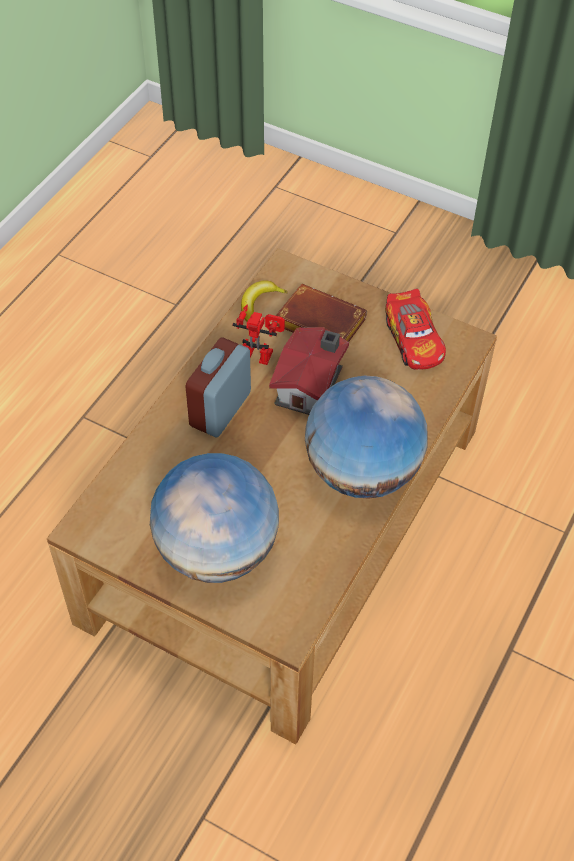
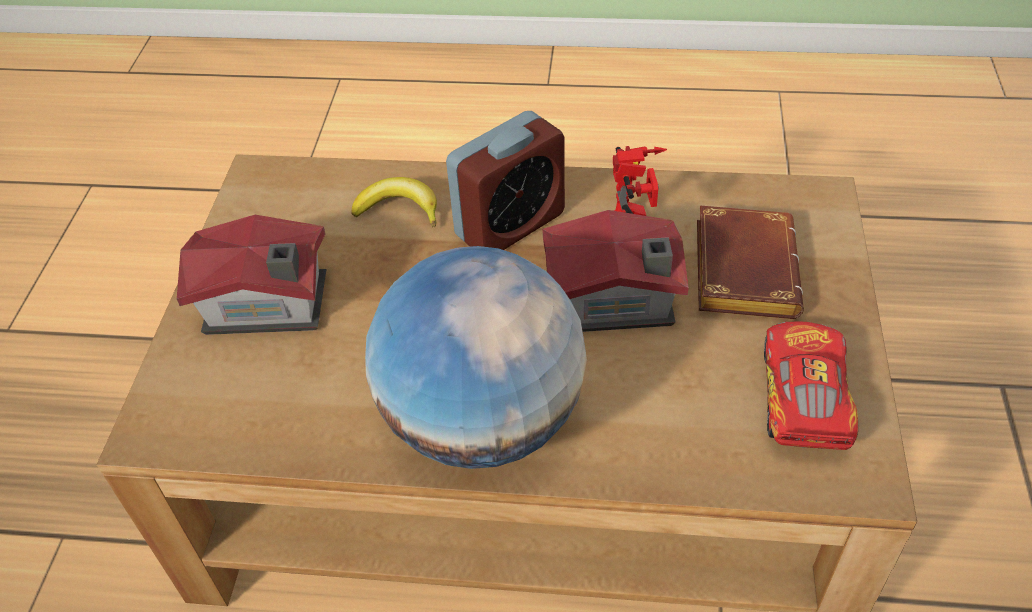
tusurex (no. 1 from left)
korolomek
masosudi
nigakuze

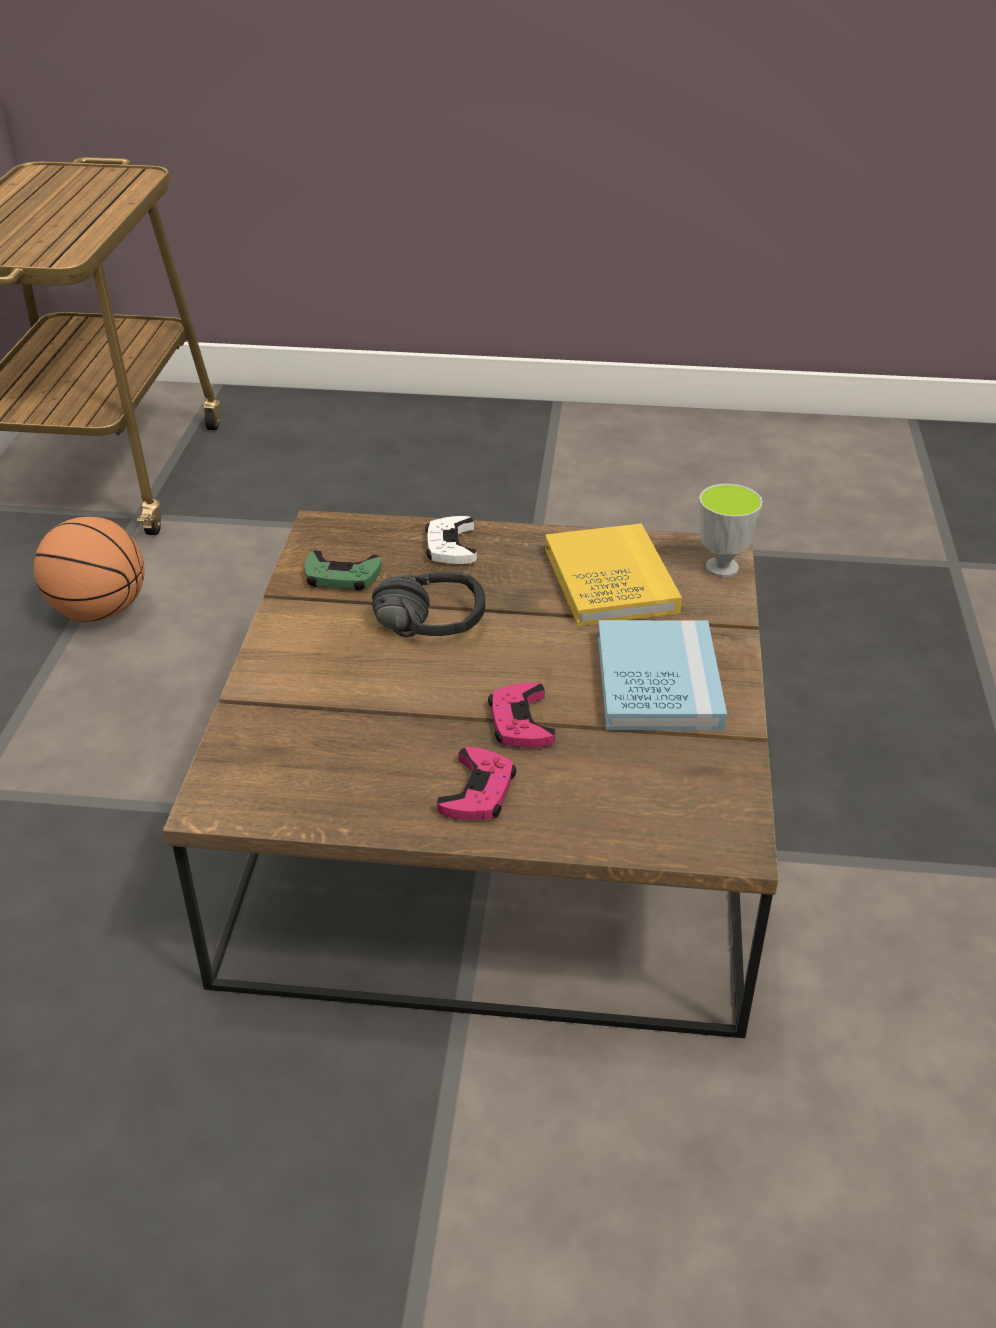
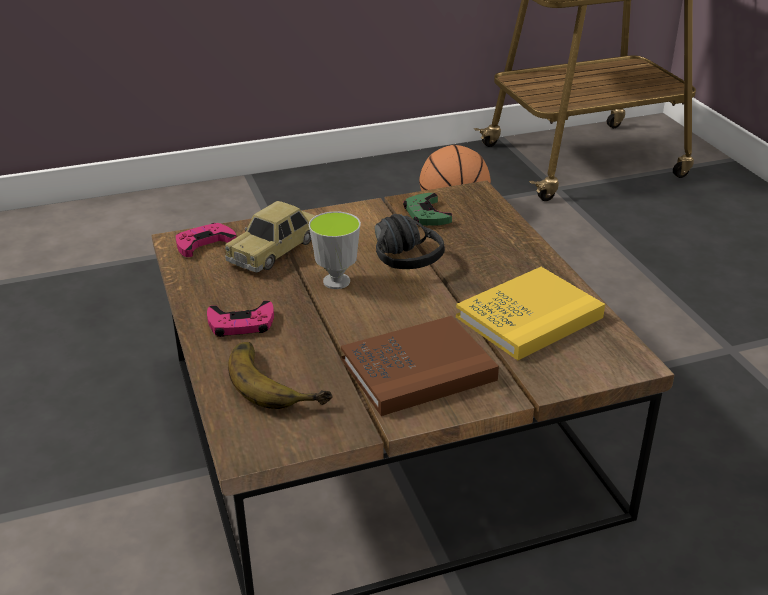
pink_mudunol (no. 1 from left)
nigakuze
korolomek
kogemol
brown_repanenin
white_mudunol

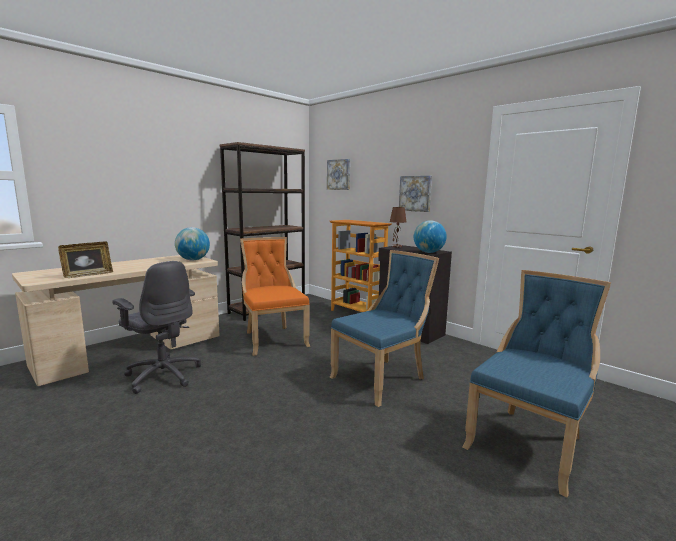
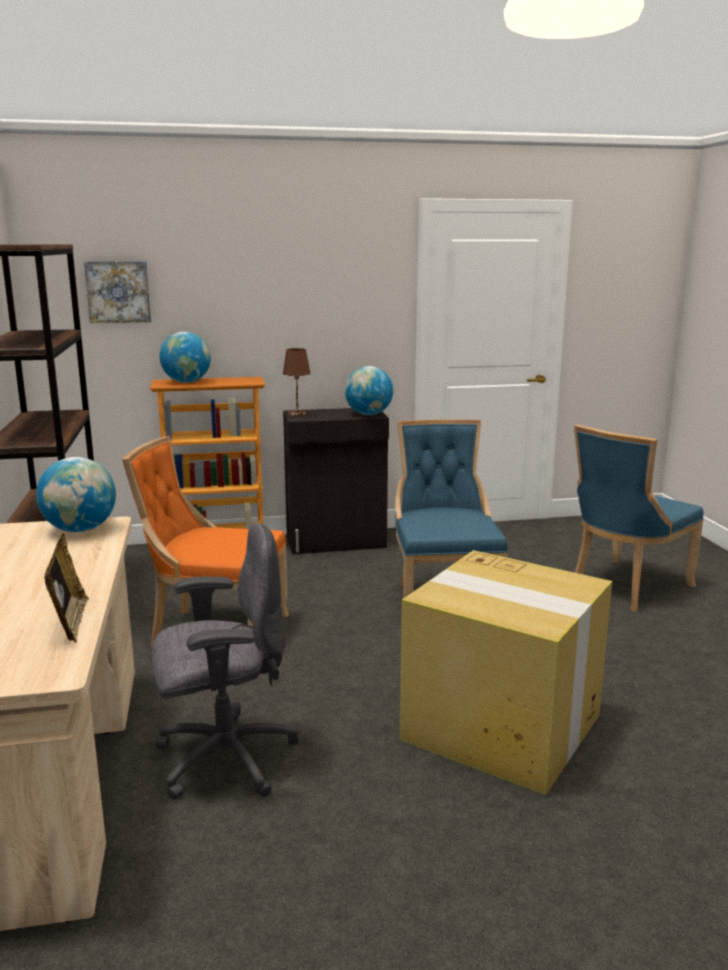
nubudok (no. 2 from left)
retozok
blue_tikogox (no. 2 from left)
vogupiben (no. 2 from left in the first image)

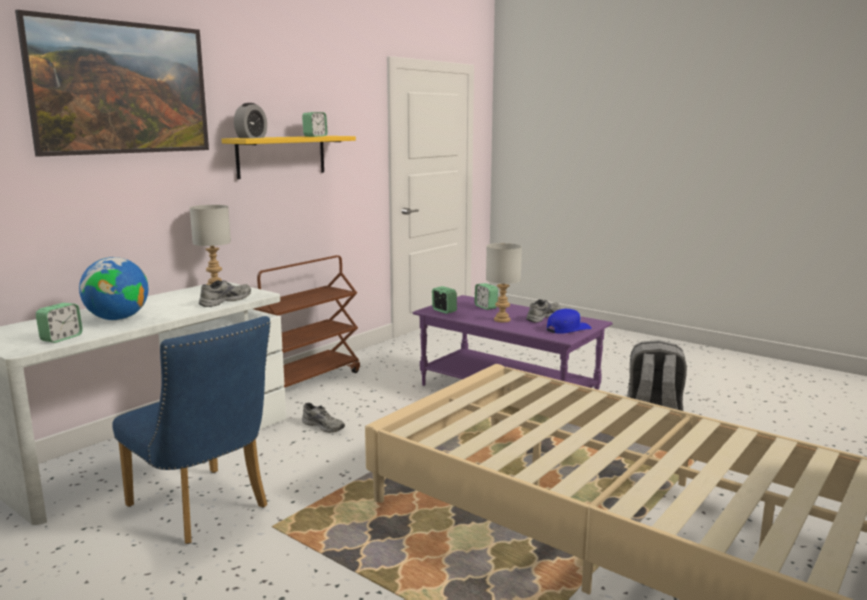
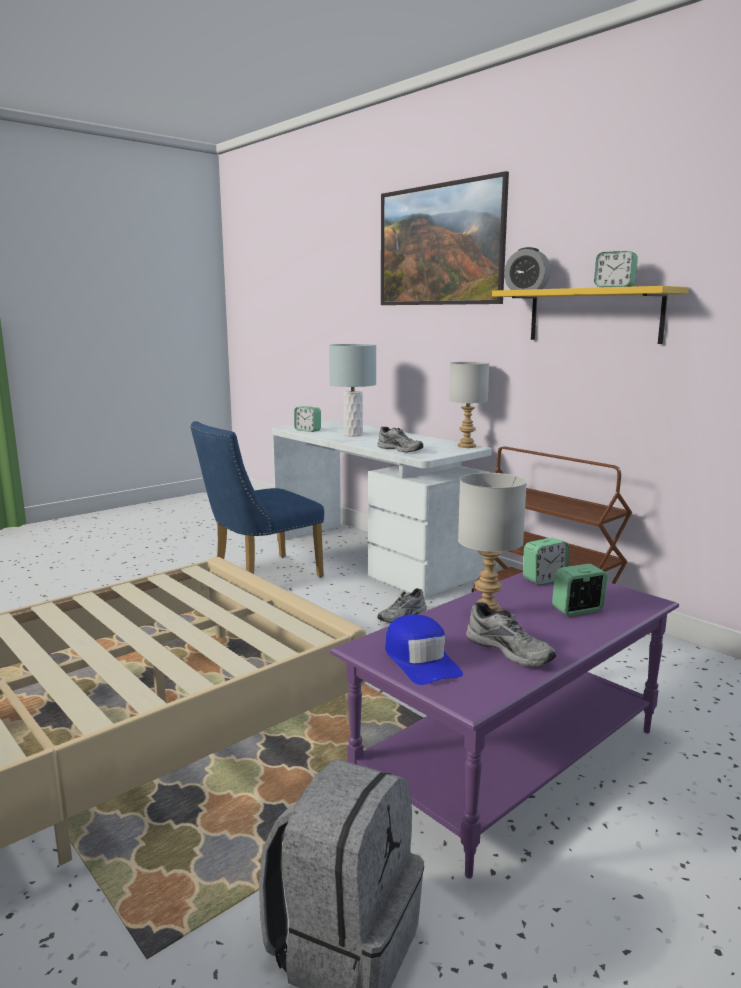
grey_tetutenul (no. 1 from left)

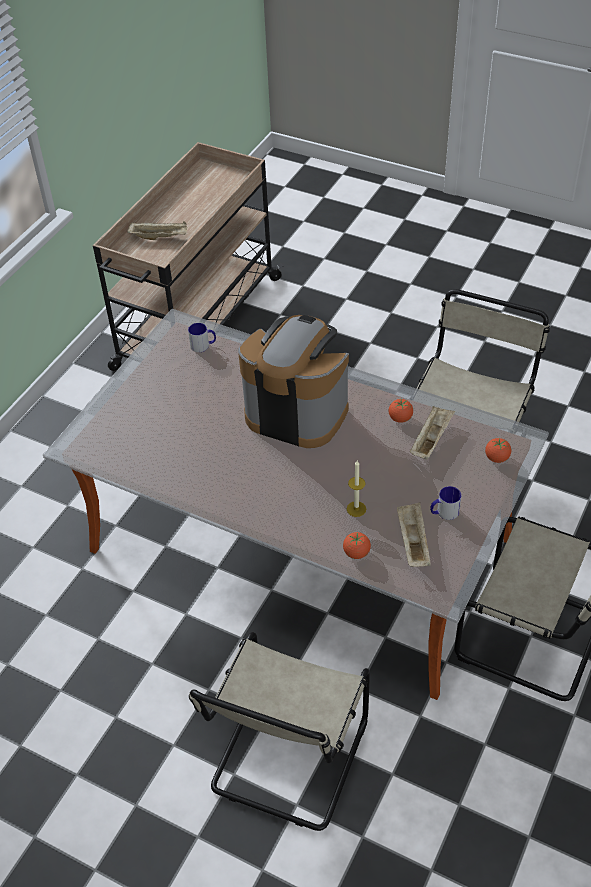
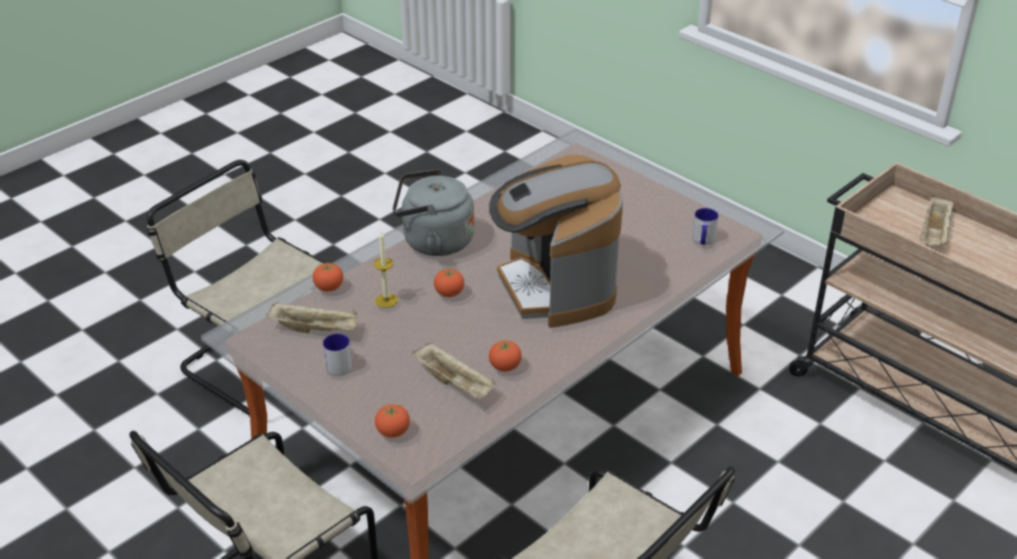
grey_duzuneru
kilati (no. 3 from left)
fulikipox

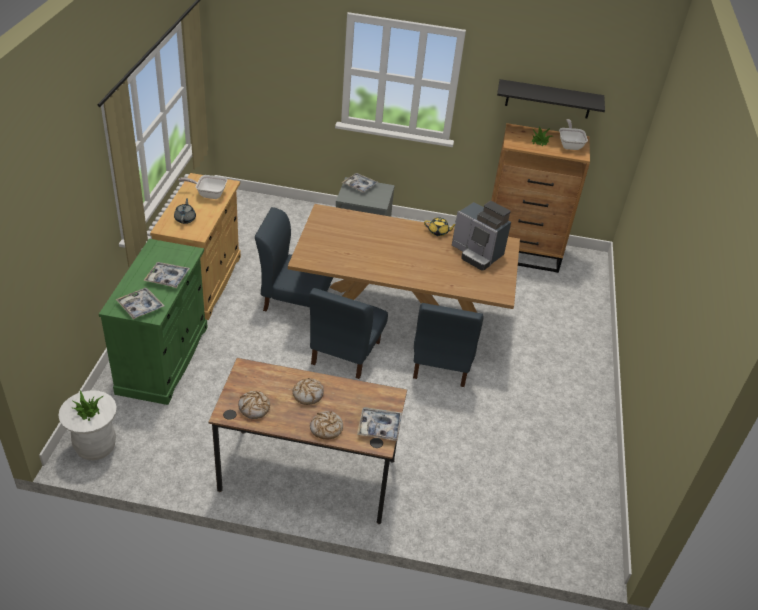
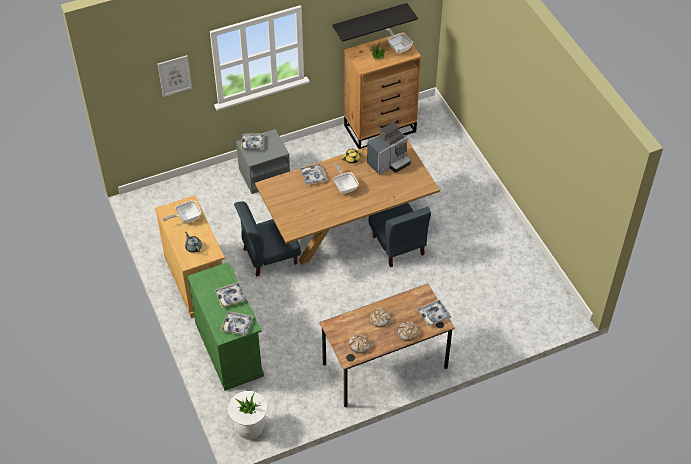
vogupiben
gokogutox (no. 4 from left)
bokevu (no. 2 from left)
fulikipox
blue_tikogox (no. 2 from left in the first image)

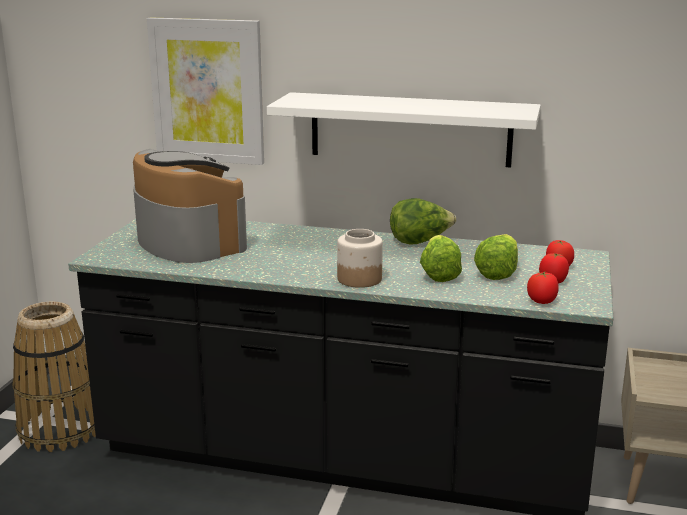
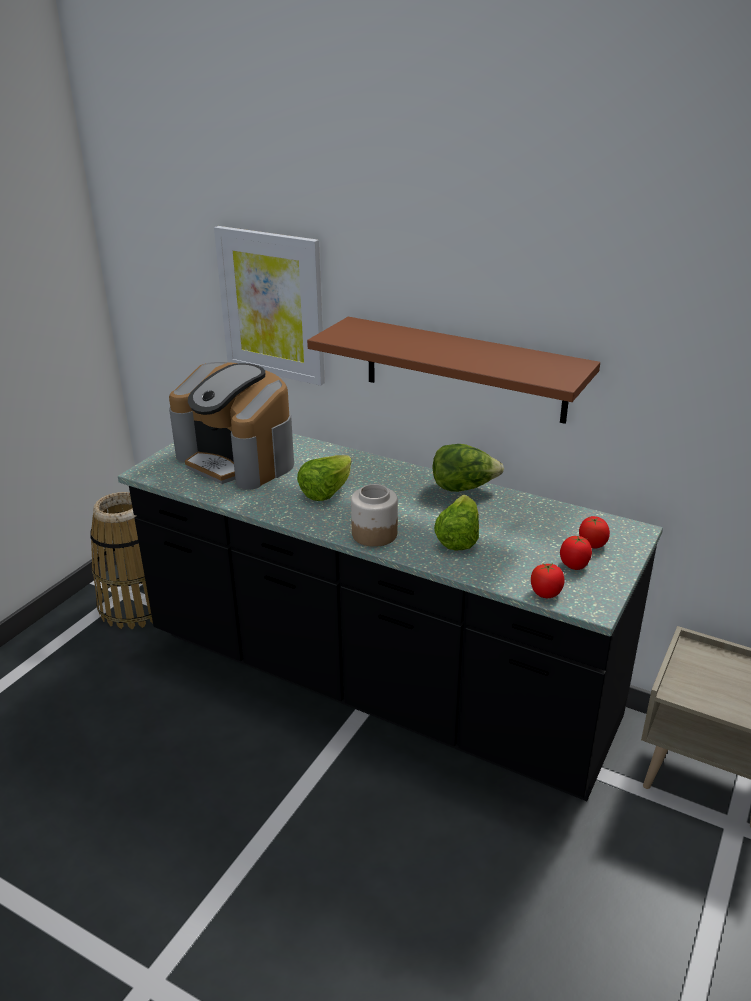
fulikipox
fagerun (no. 1 from left)
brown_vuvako

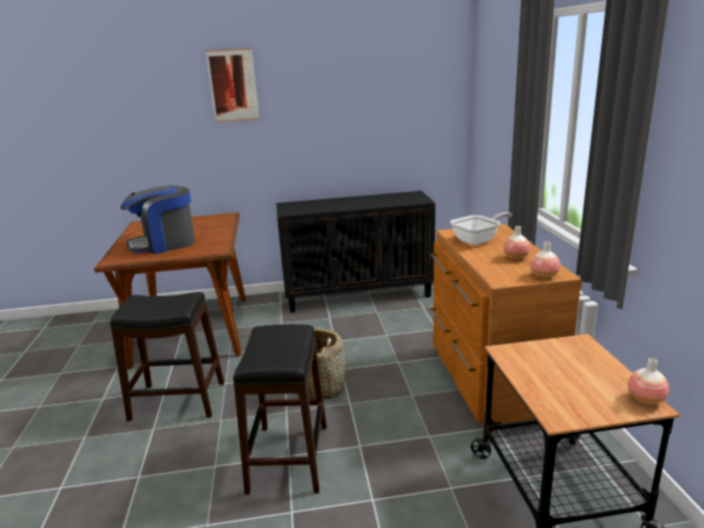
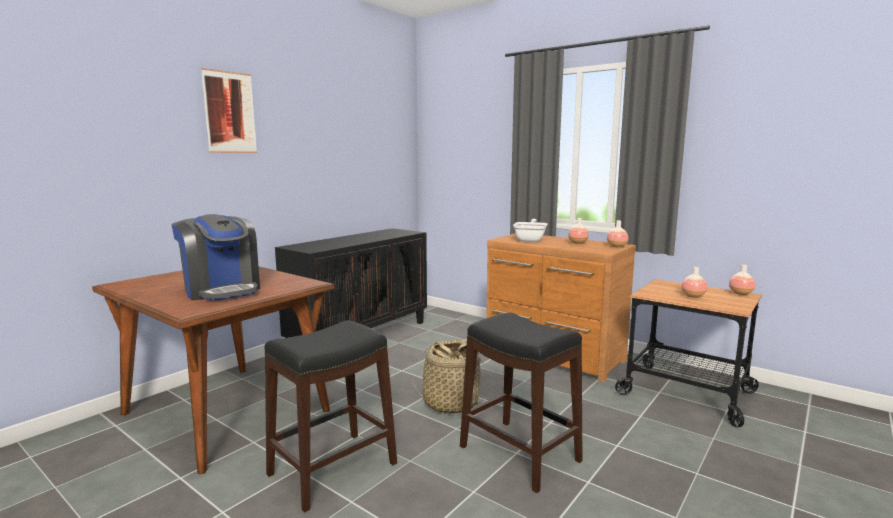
fulikipox
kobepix (no. 3 from left)

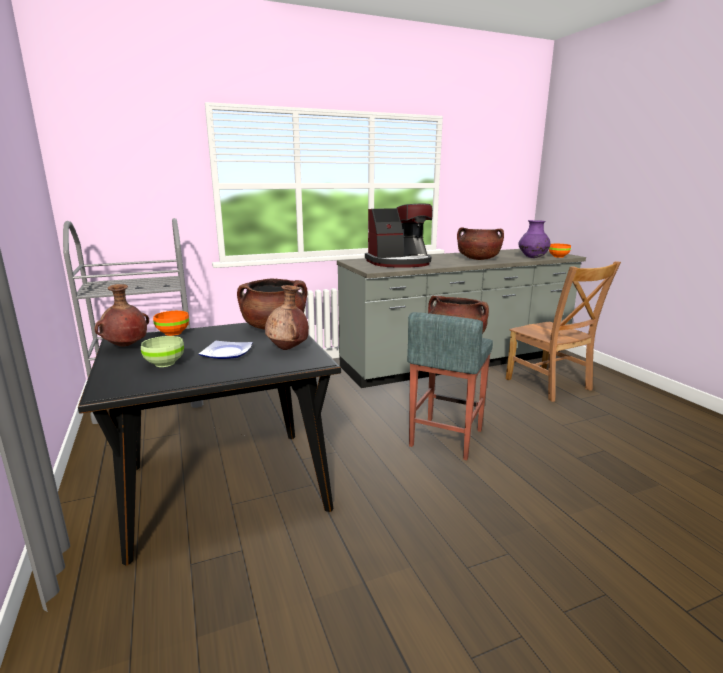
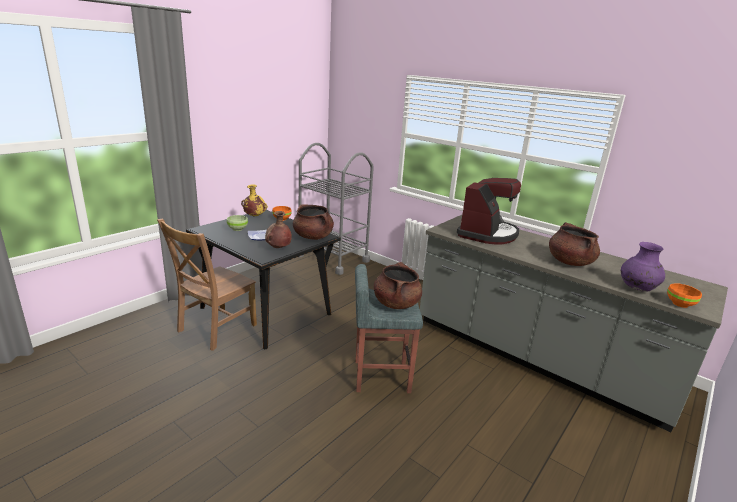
brown_tikogox
yellow_kobepix
fulikipox

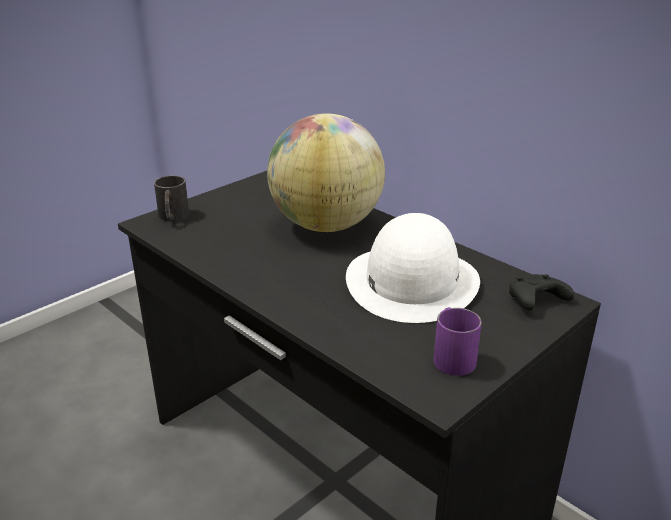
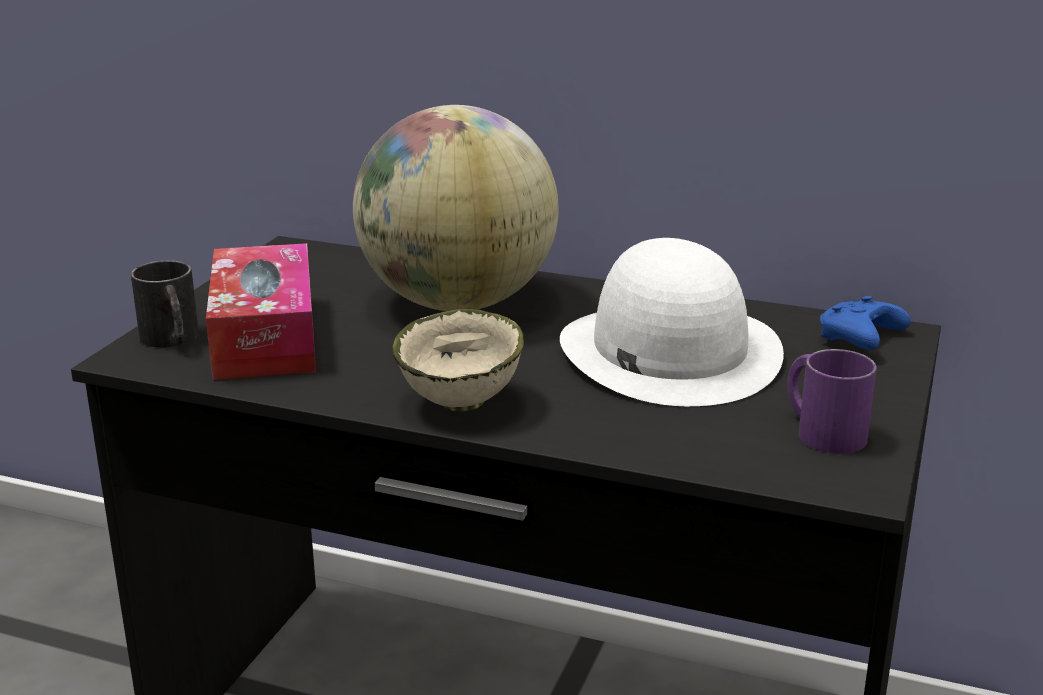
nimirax
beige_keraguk
blue_mudunol

